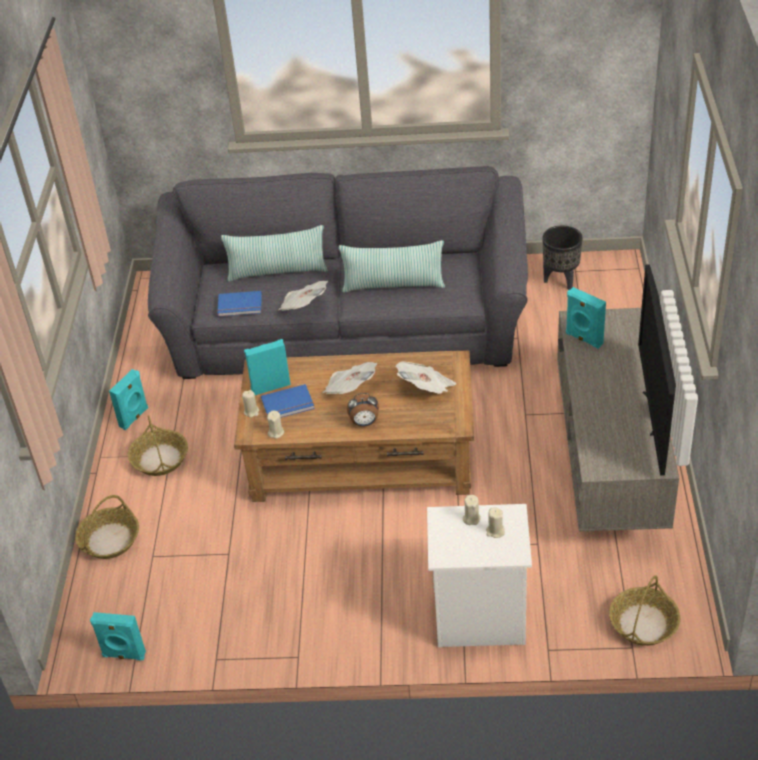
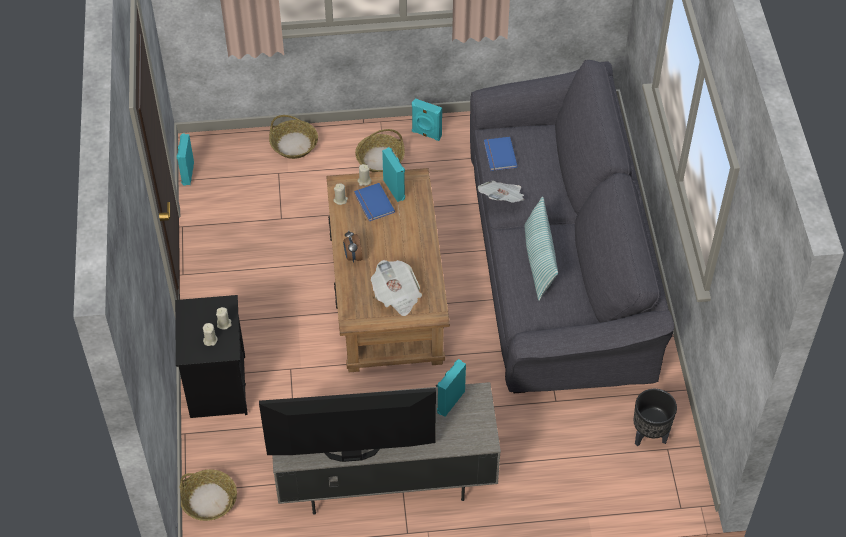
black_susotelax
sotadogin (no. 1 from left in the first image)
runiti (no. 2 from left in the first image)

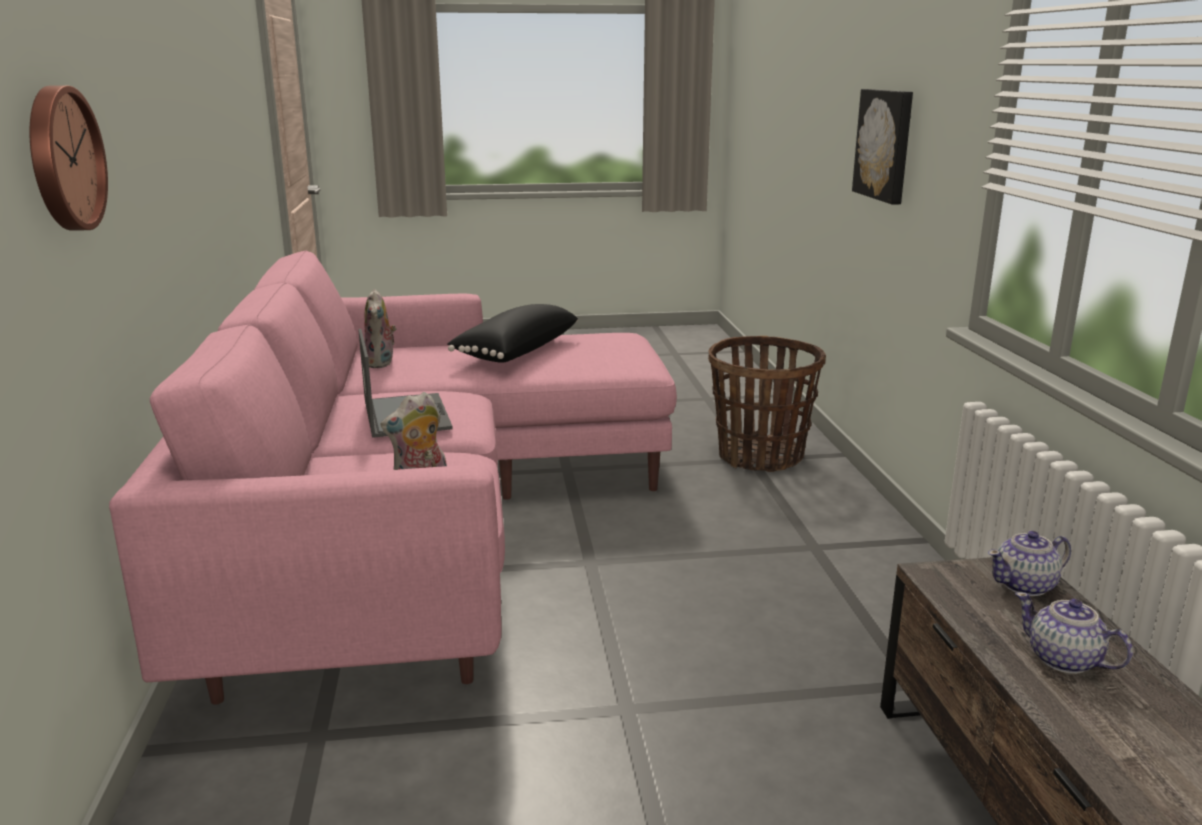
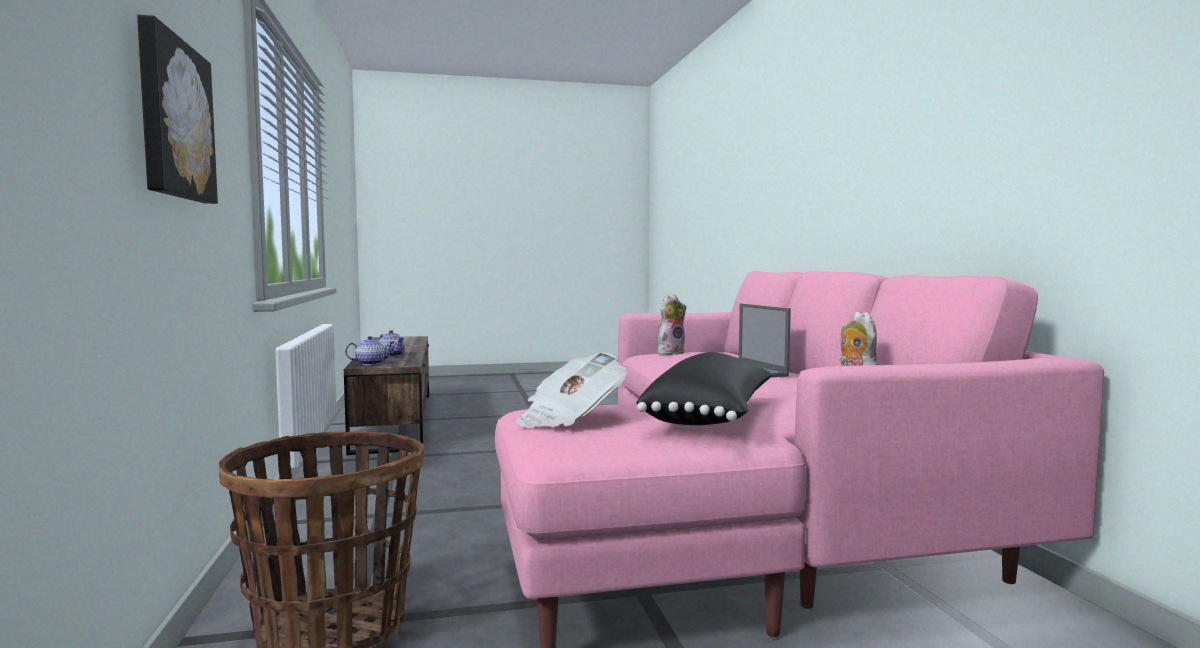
runiti
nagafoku

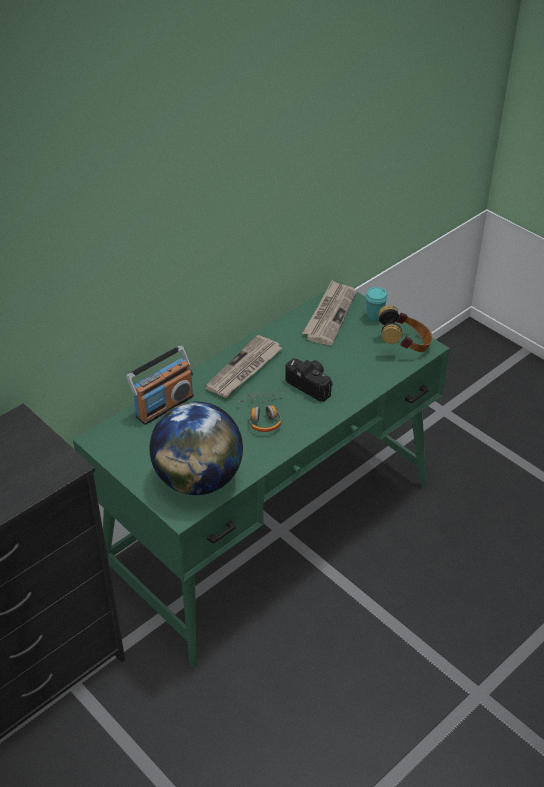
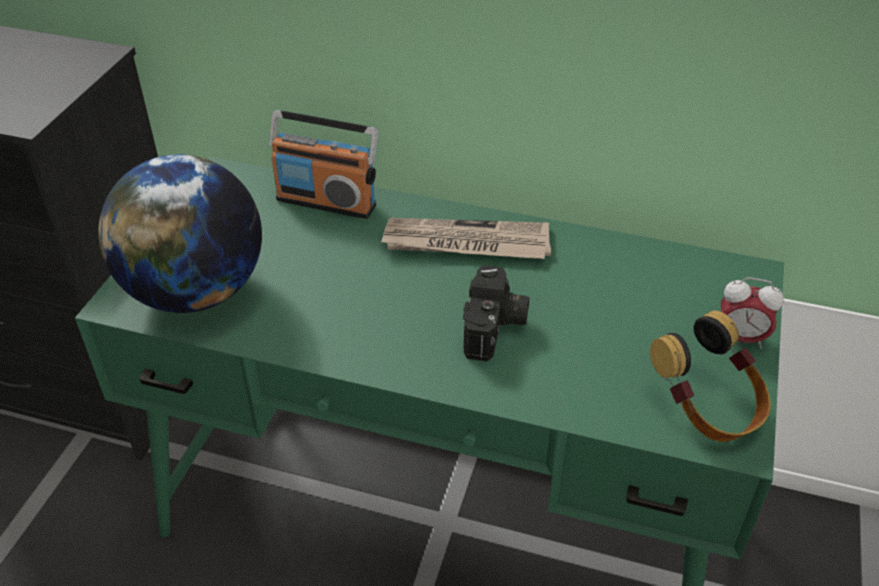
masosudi
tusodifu (no. 1 from left in the first image)
runiti (no. 2 from left in the first image)

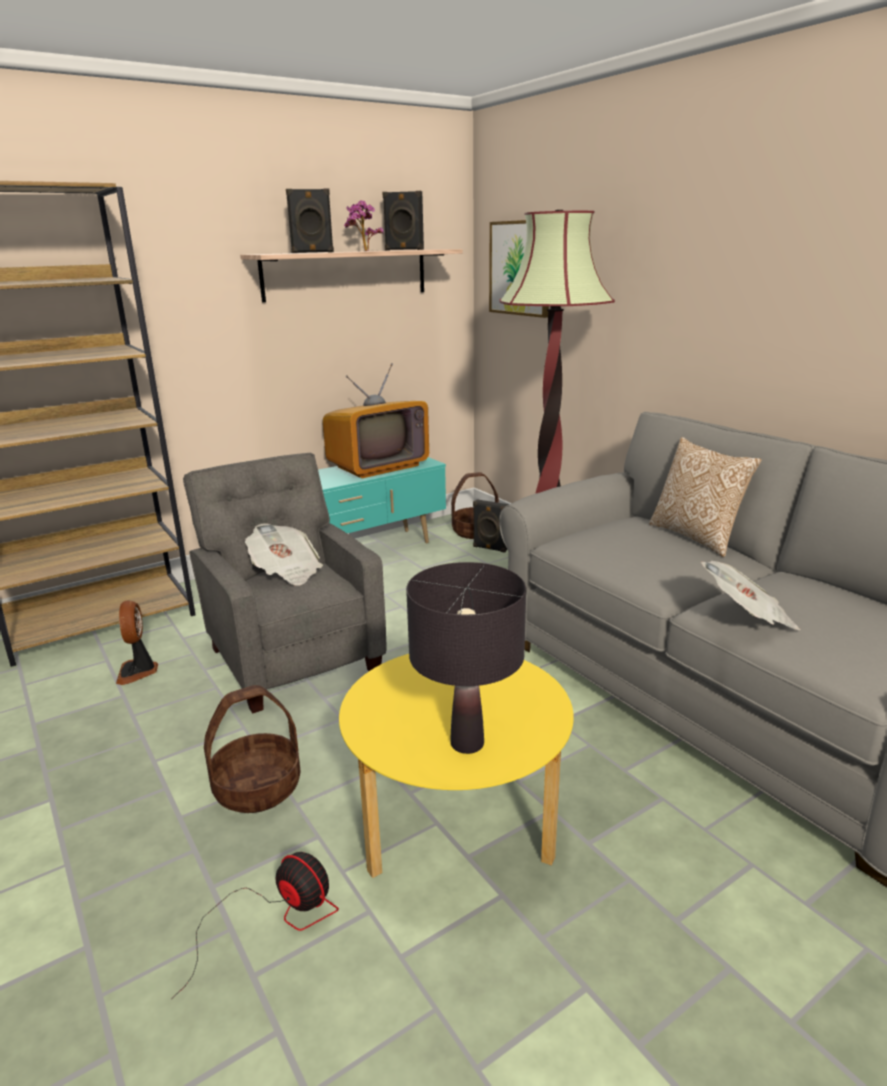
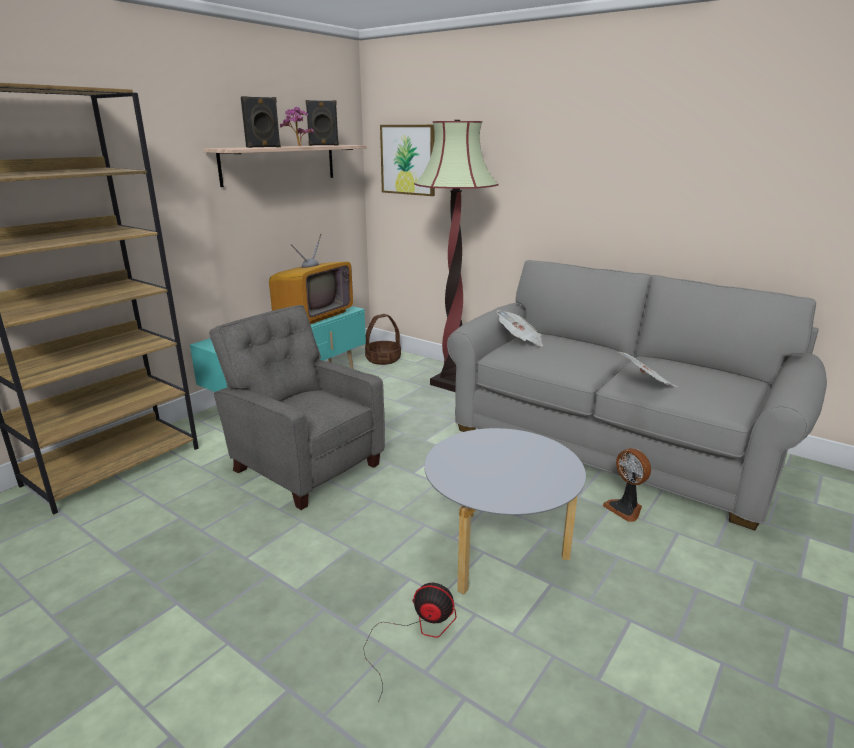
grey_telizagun
runiti (no. 1 from left)
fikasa (no. 2 from left)
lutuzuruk (no. 1 from left in the first image)
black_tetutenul
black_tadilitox (no. 3 from left in the first image)
sotadogin

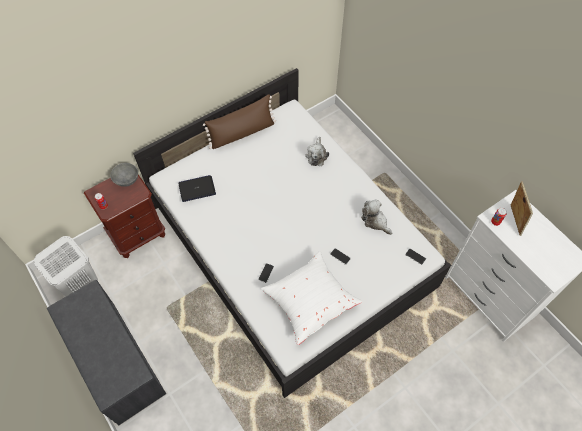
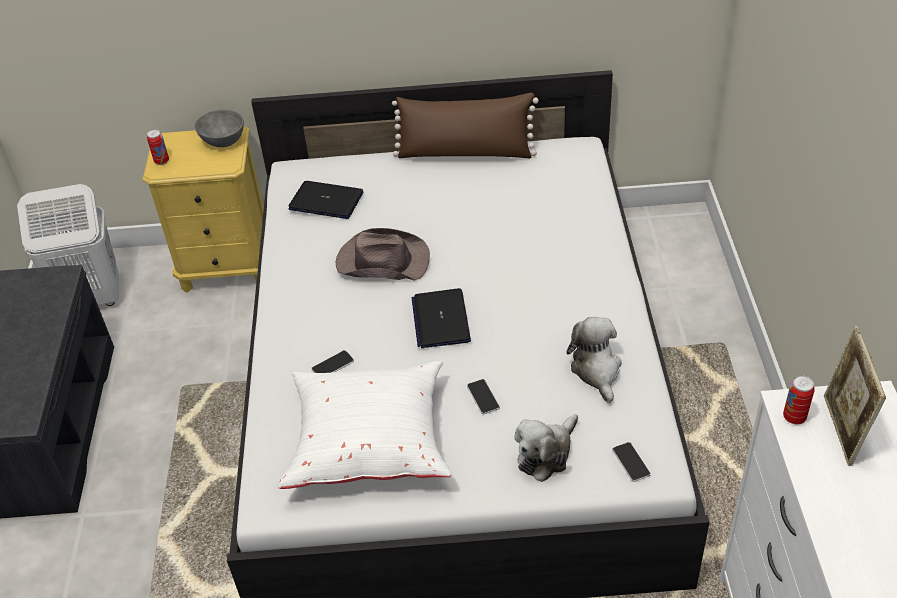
yellow_susotelax
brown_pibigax
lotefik (no. 2 from left)
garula (no. 1 from left)
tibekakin

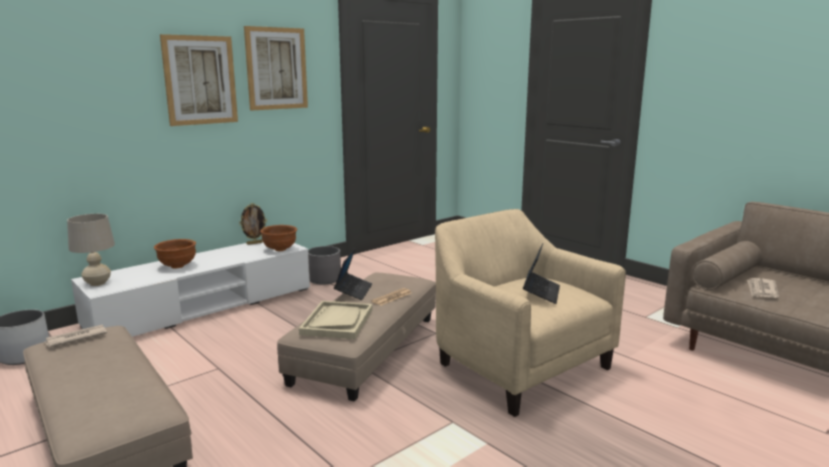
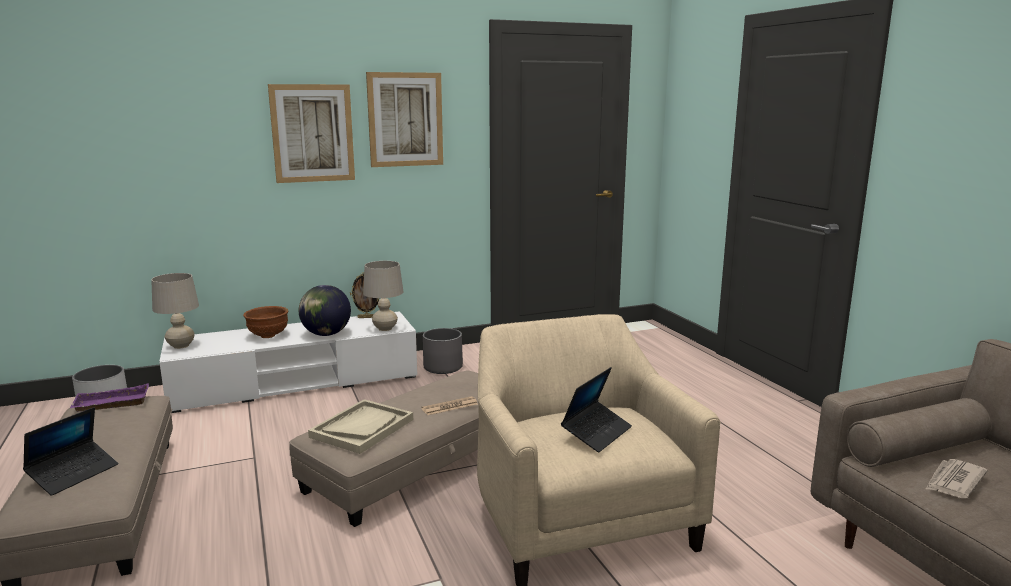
lotefik (no. 1 from left)
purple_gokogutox
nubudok
beige_tetutenul (no. 2 from left)

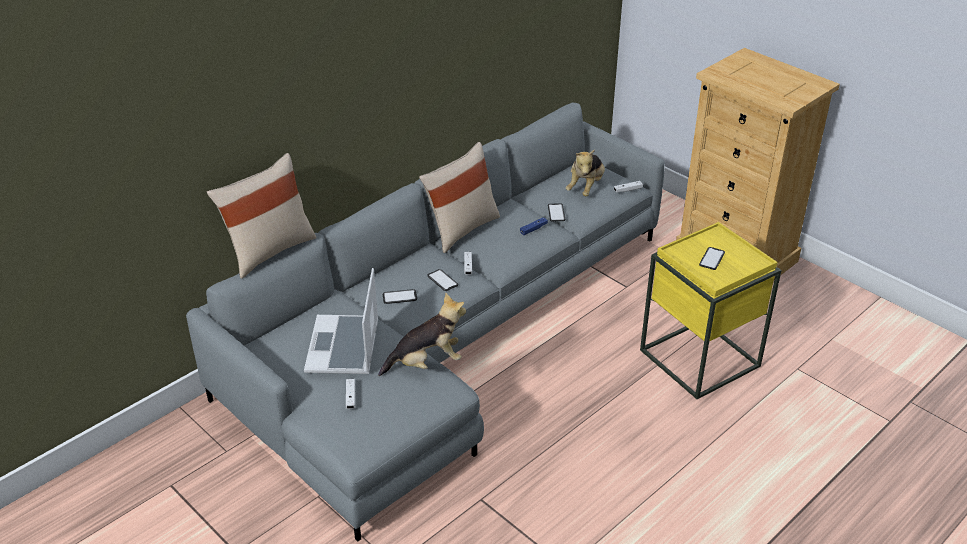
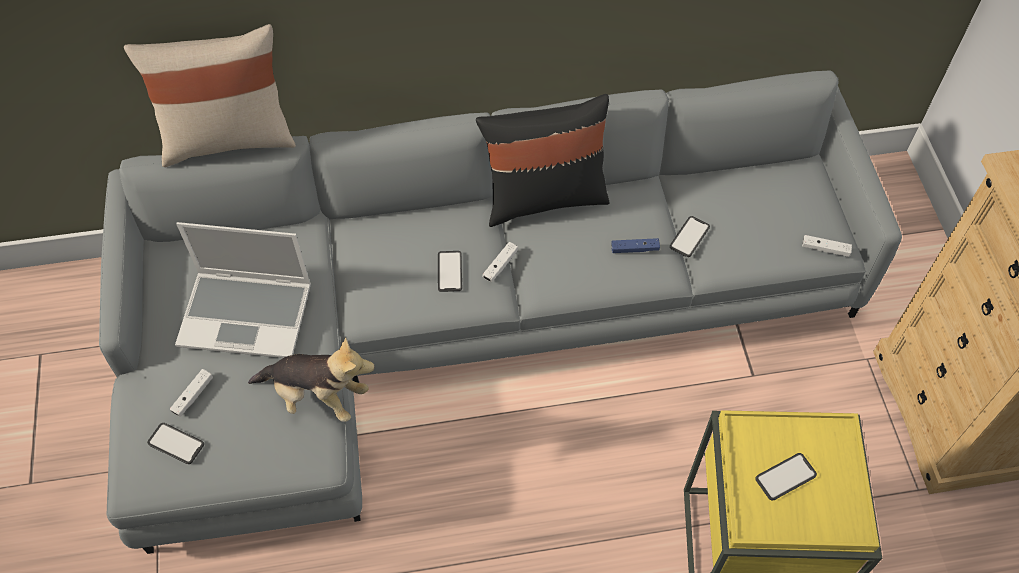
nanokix (no. 1 from left)
lotefik
black_sotadogin
garula (no. 2 from left in the first image)

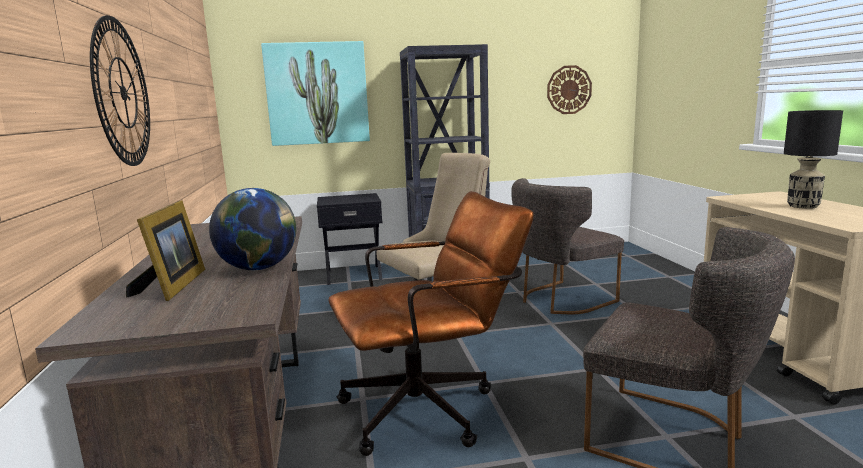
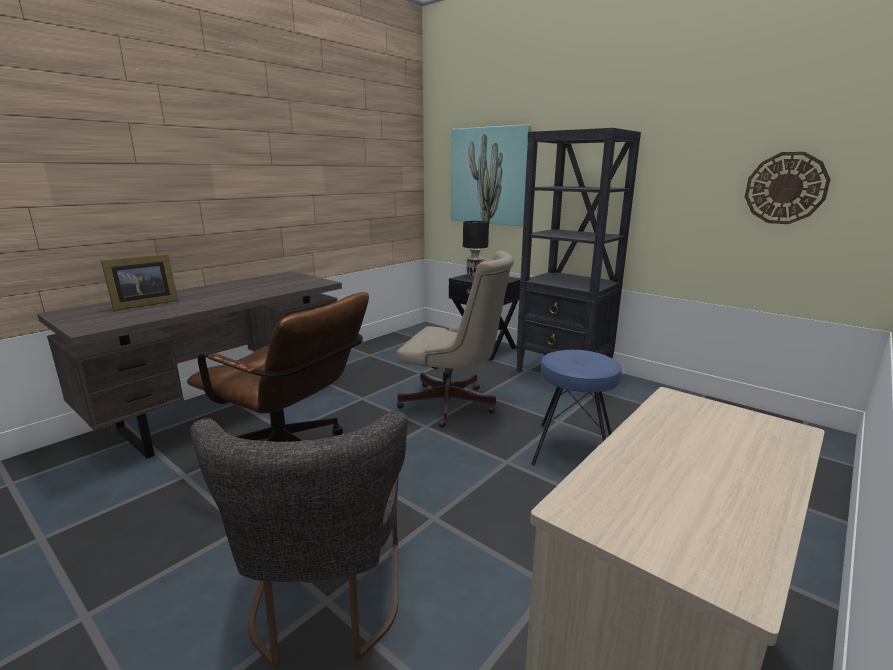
black_tetutenul
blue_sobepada
nagafoku (no. 1 from left in the first image)
nubudok

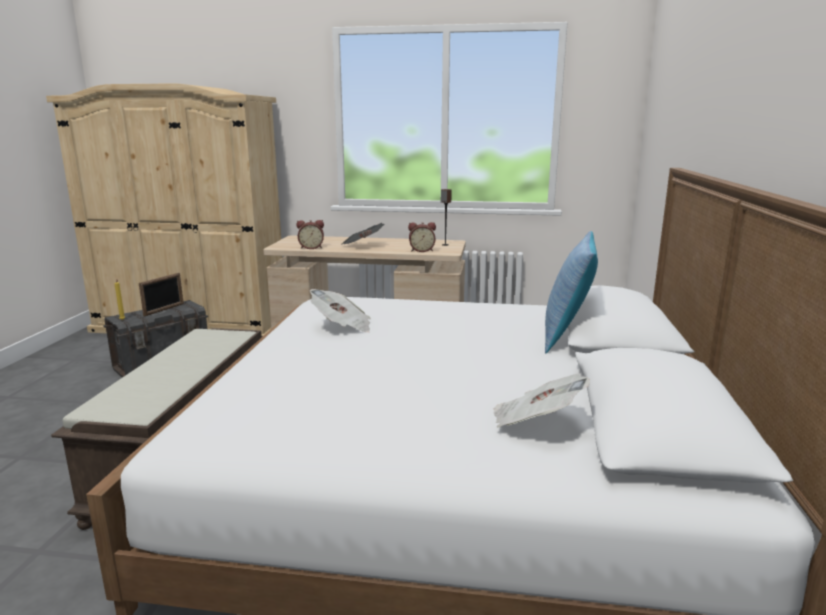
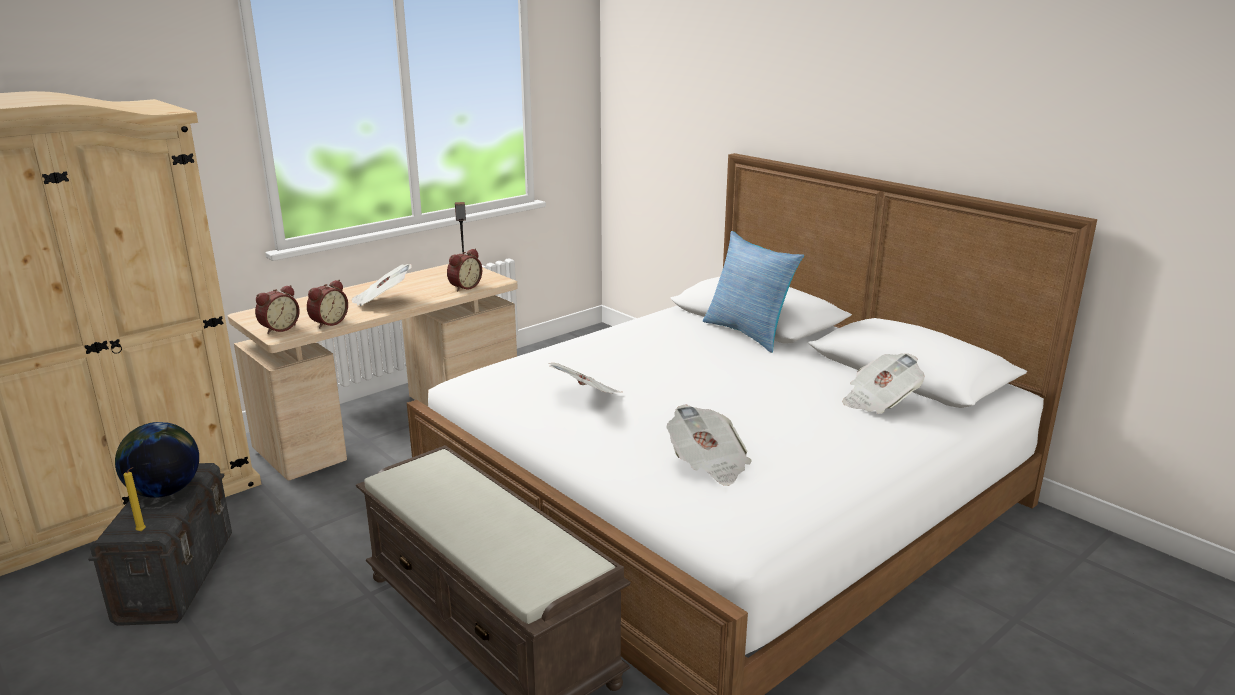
nubudok
masosudi (no. 1 from left)
runiti (no. 3 from left)

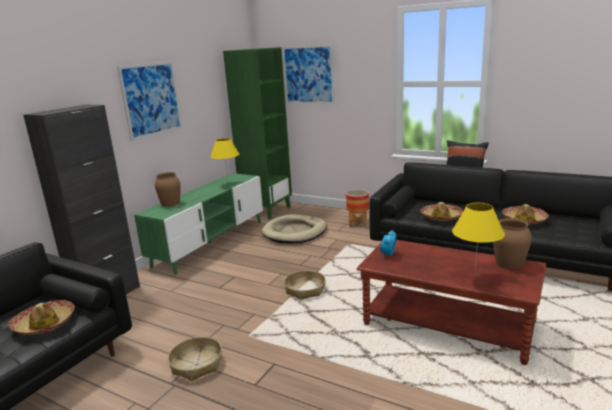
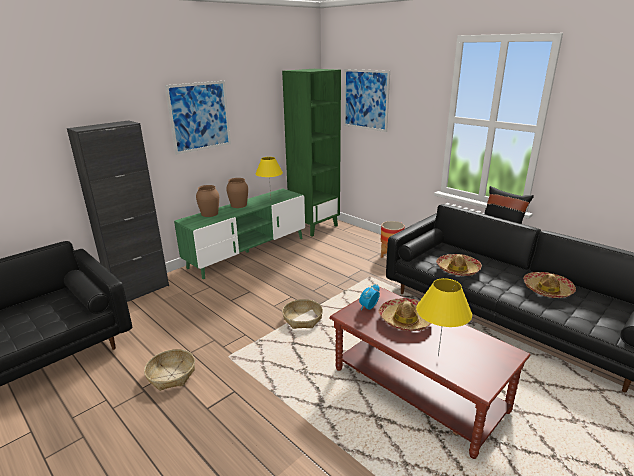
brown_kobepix (no. 2 from left)
pibigax (no. 1 from left)
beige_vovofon

